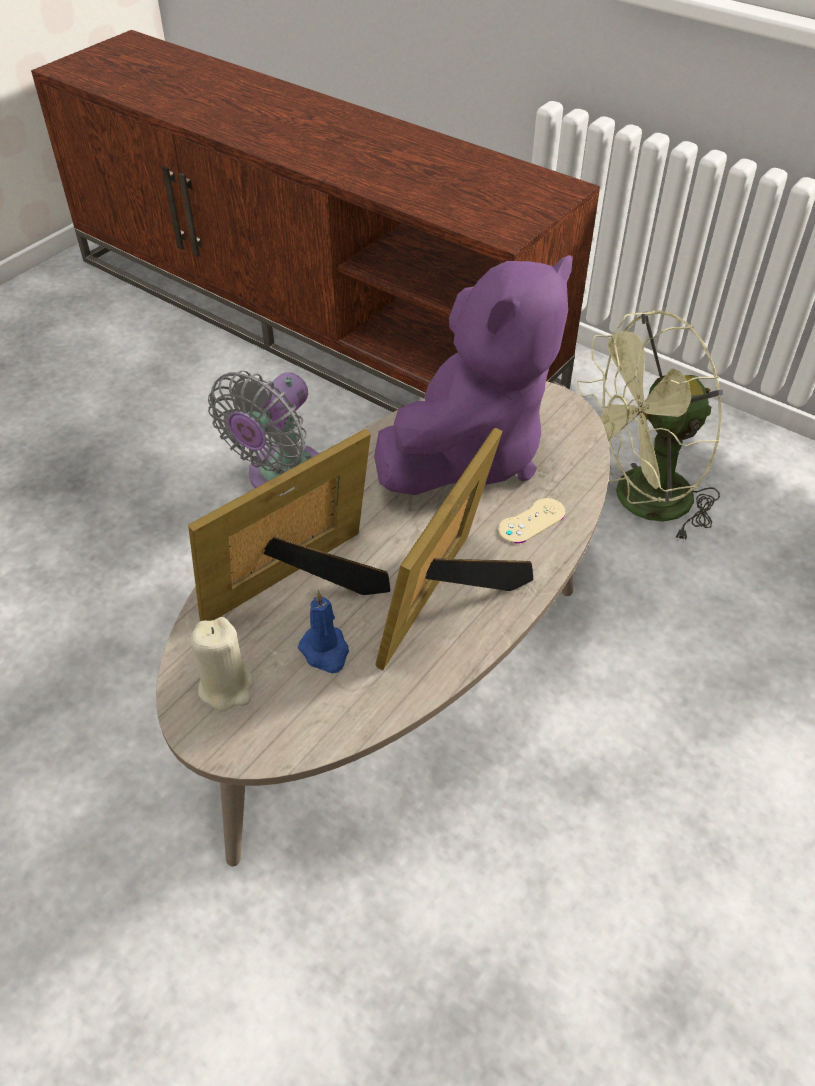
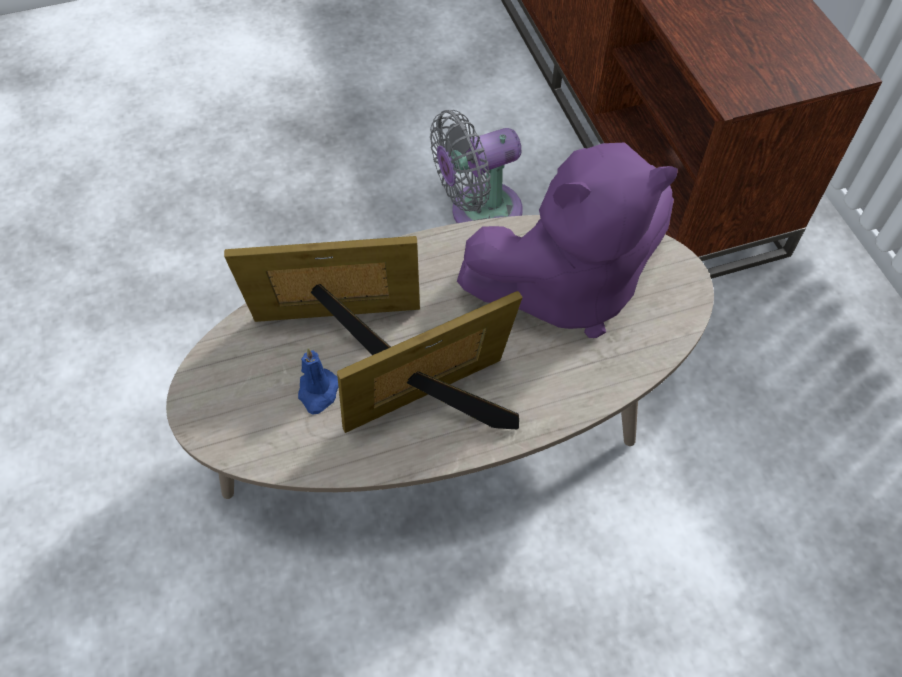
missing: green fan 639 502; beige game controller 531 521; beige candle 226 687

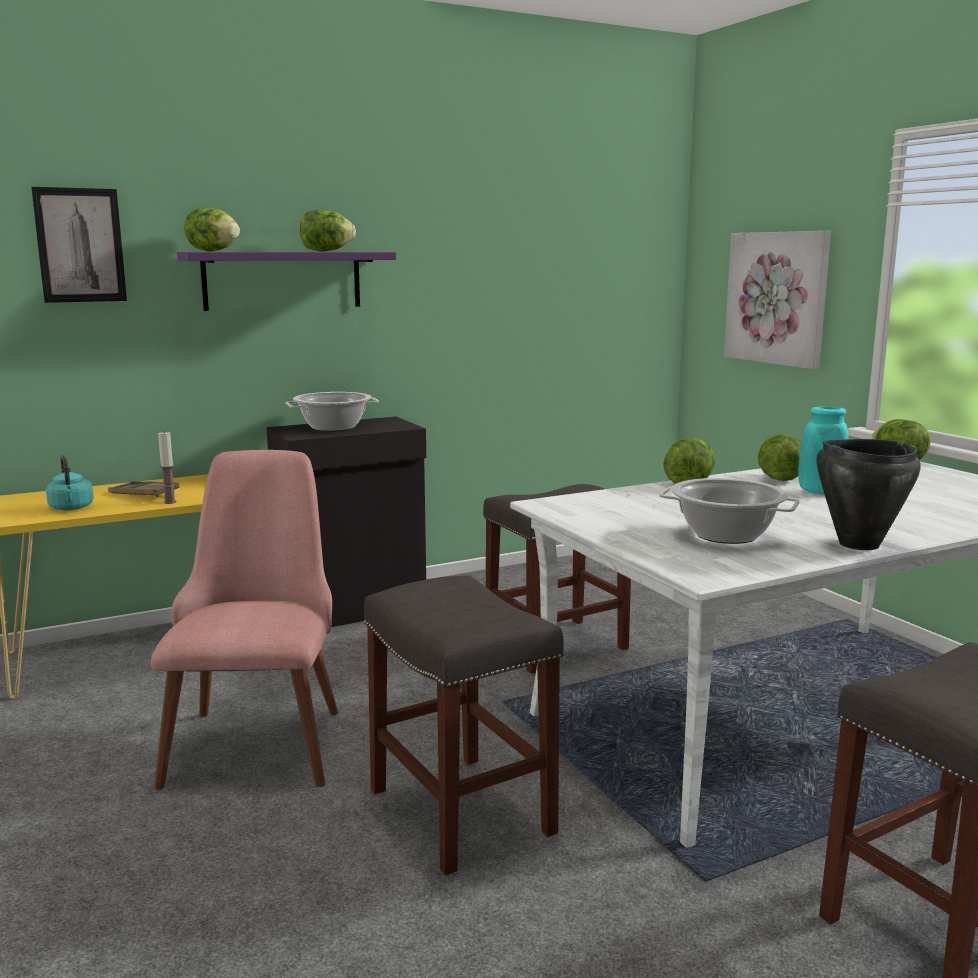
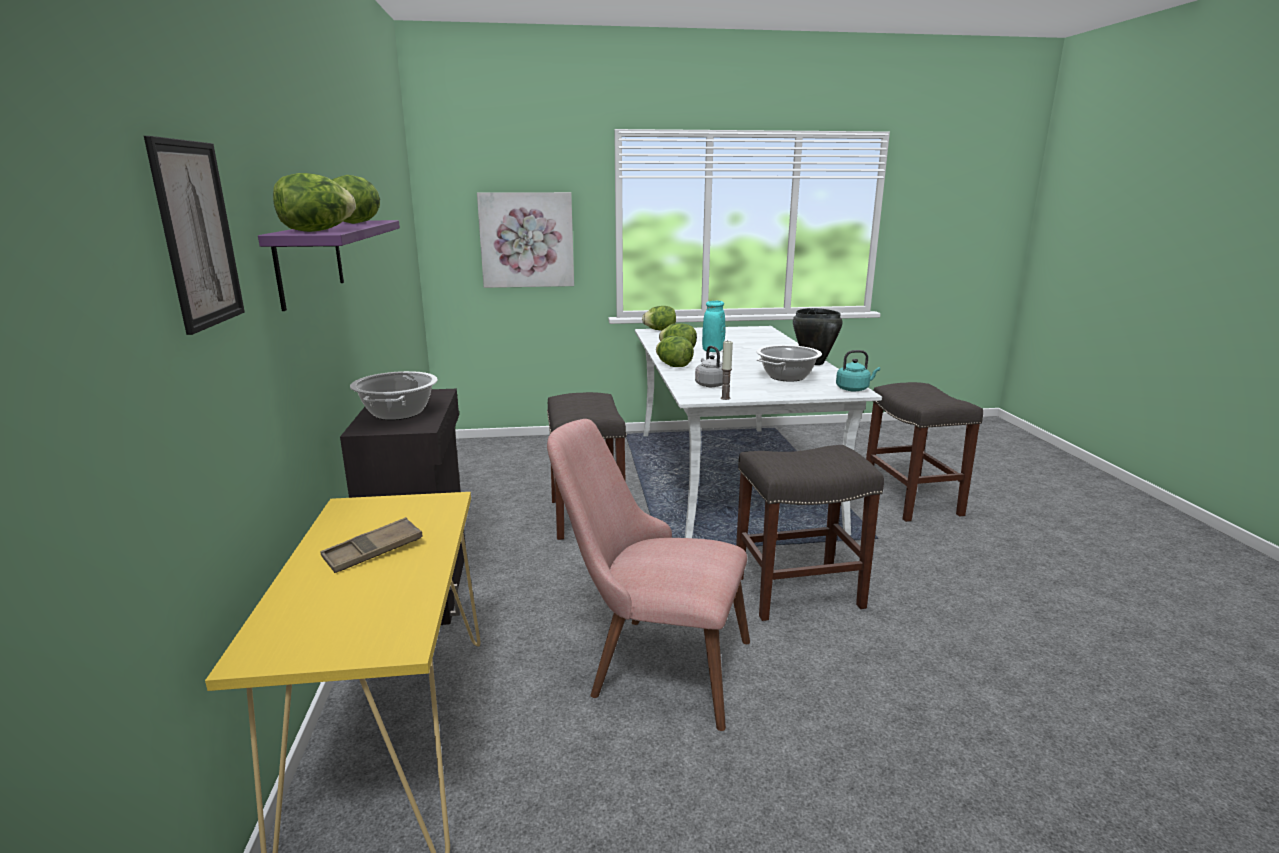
appeared: grey kettle 709 384
relocated: candle 170 502 to 725 398; turquoise kettle 71 508 to 854 389

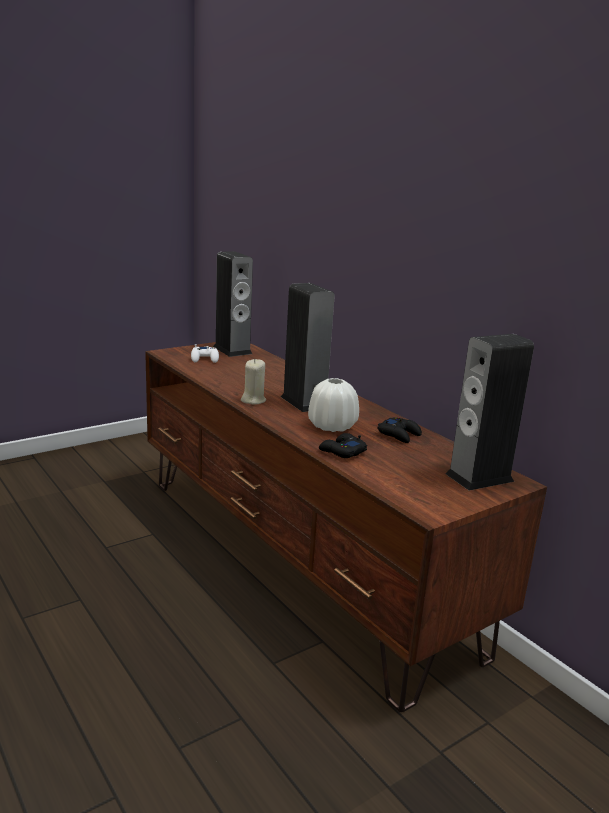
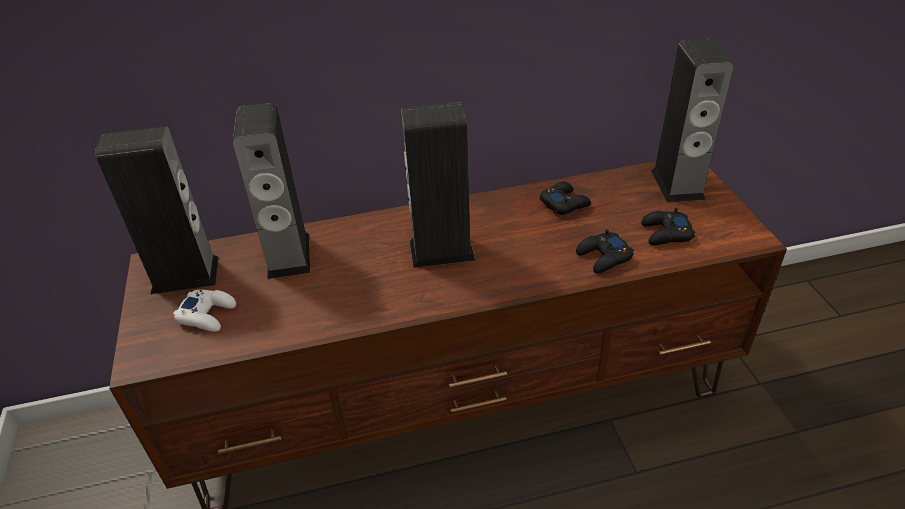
missing: beige candle 253 400; white vase 332 426
appeared: speaker 289 255; black game controller 665 233

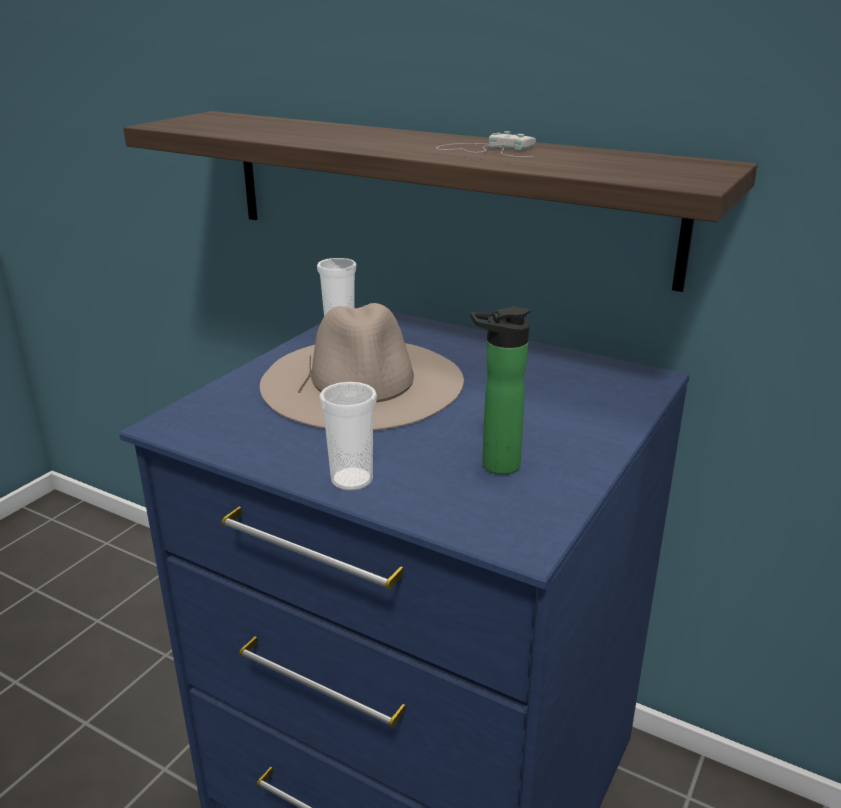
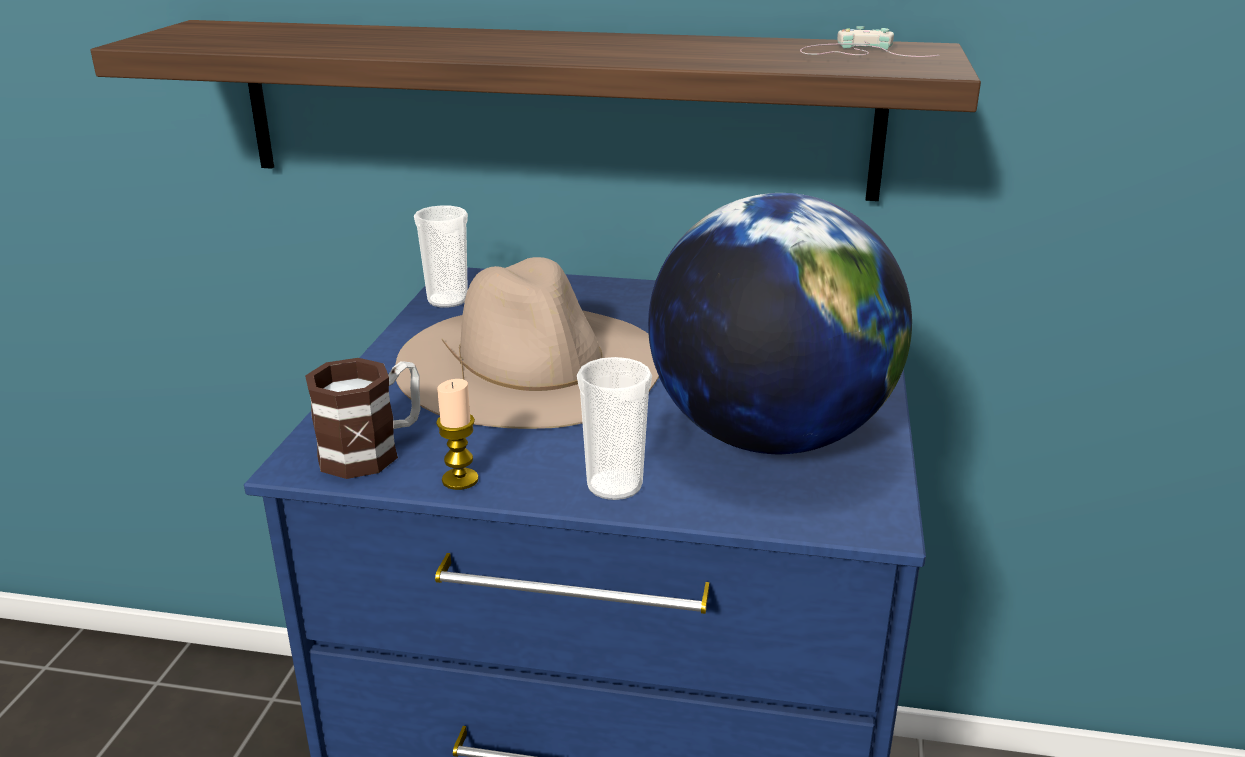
appeared: mug 373 450; candle 460 480
relocated: white game controller 488 152 to 856 54
exchanged: bottle 494 465 to globe 769 436

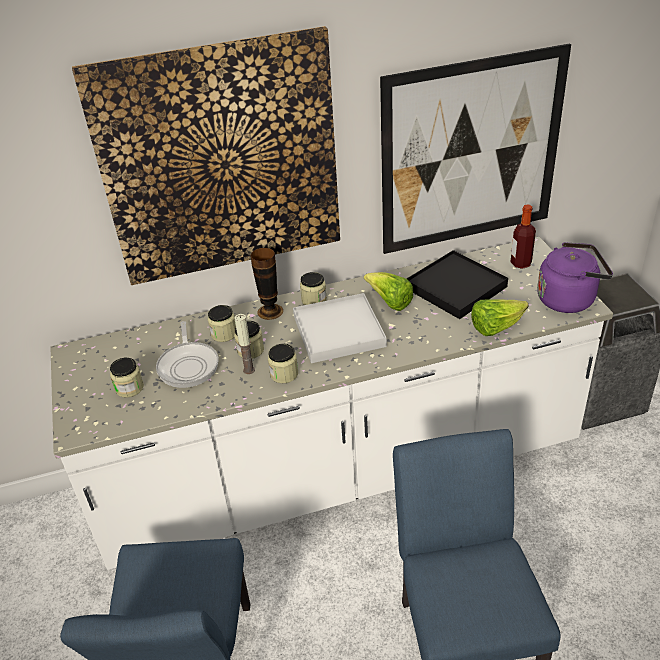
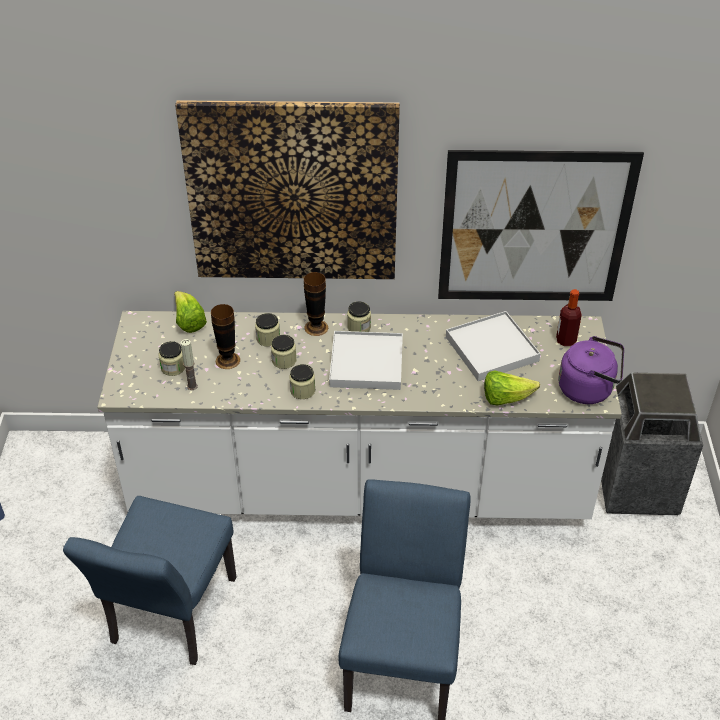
relocated: lettuce 389 302 to 189 322; candle 249 370 to 192 386
exchanged: frying pan 188 365 to vase 227 360
colour: black tray 455 287 to white tray 491 349

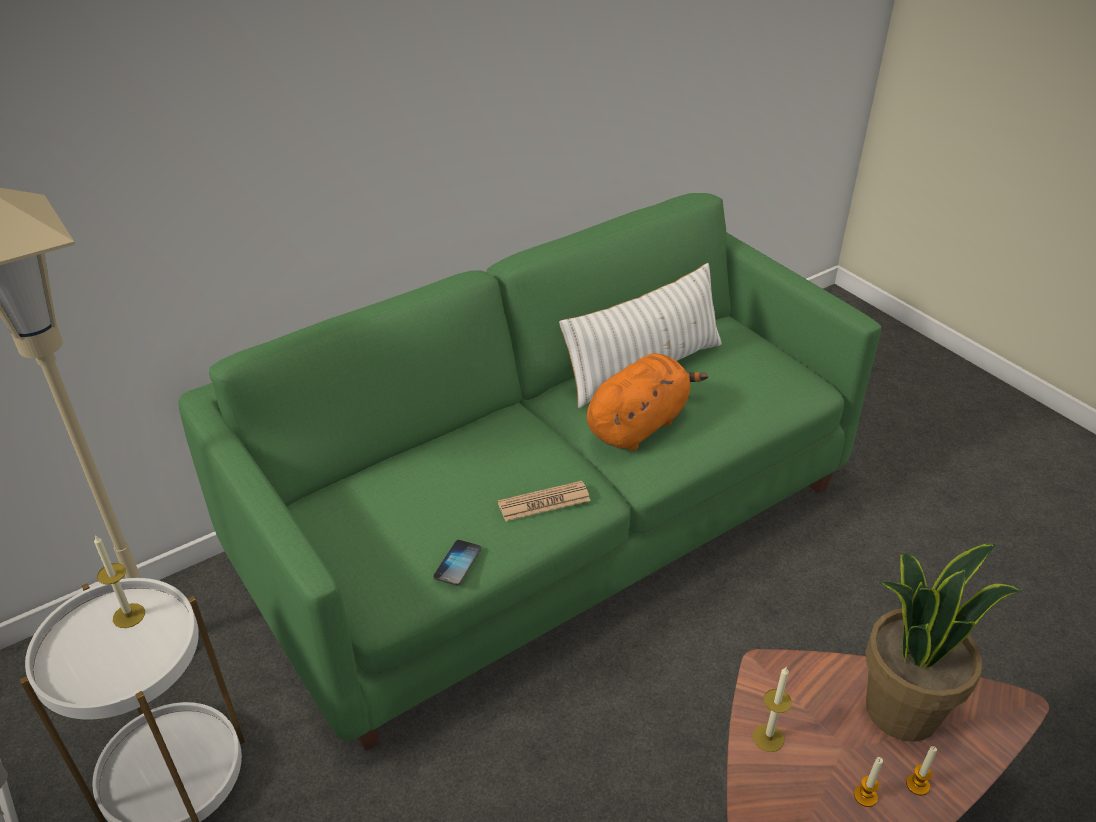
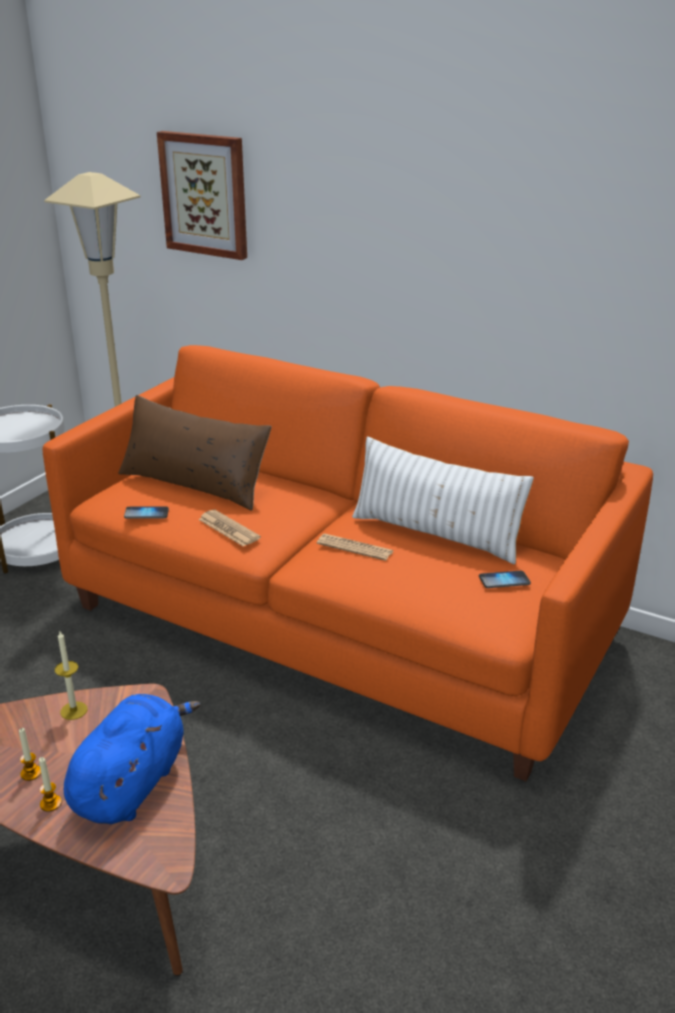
missing: candle 129 615
appeared: picture 205 194; brown pillow 194 483; phone 504 581
exchanged: orange plush toy 639 424 to newspaper 355 548; potted plant 901 709 to blue plush toy 132 783
colour: green sofa 548 522 to orange sofa 339 621

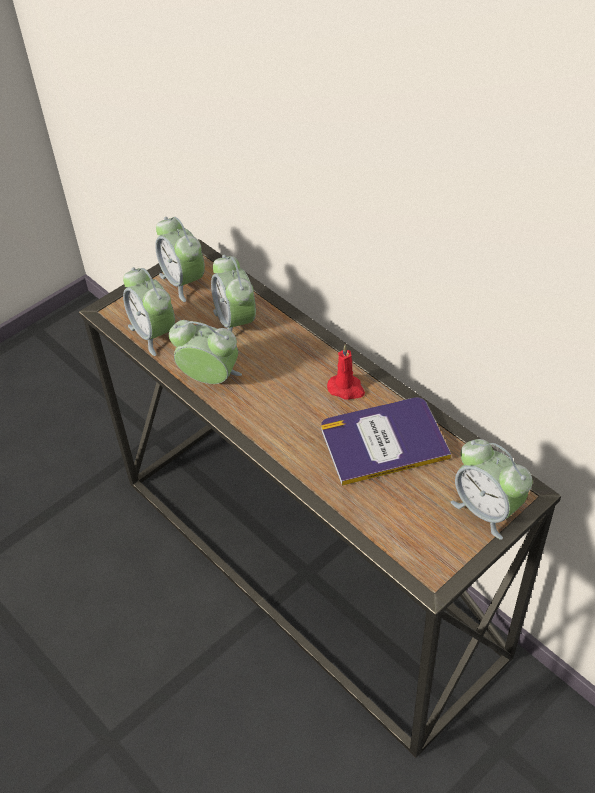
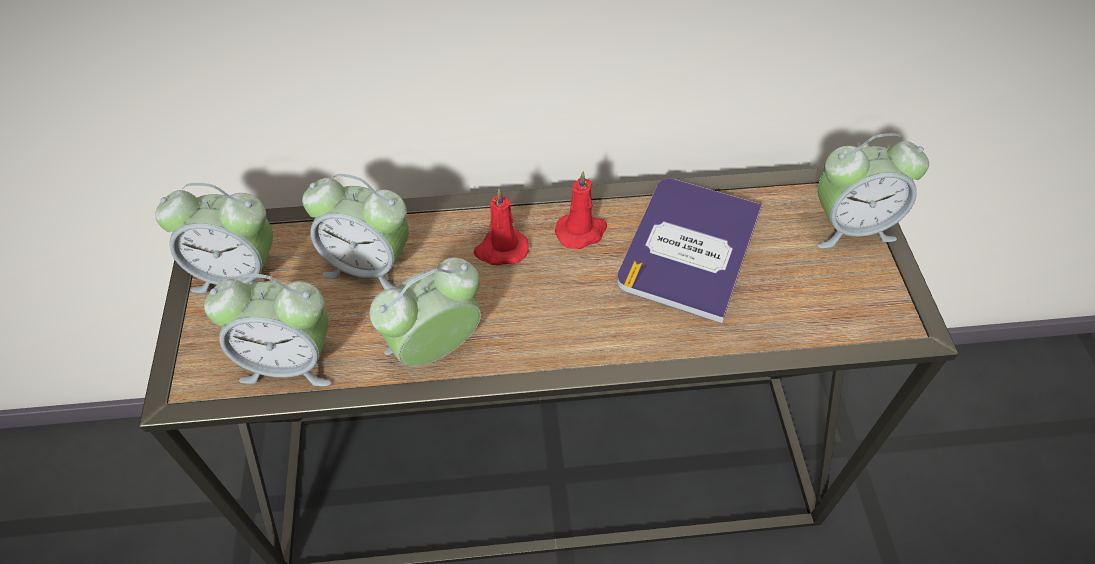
appeared: red candle 500 249

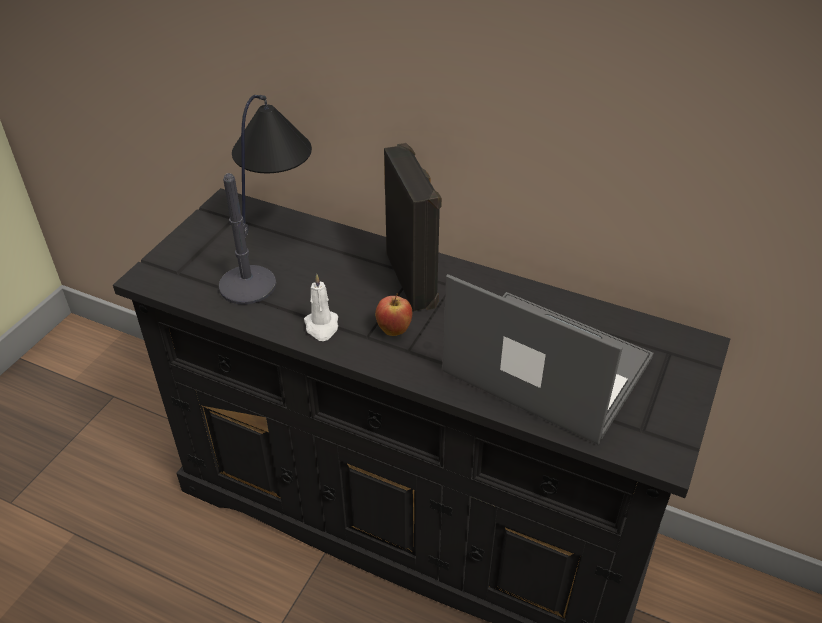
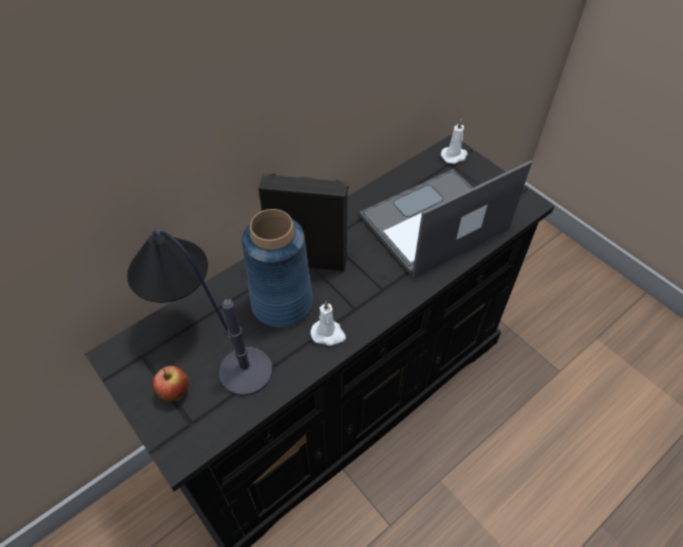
appeared: white candle 454 156; blue vase 282 303
relocated: apple 394 330 to 175 392

